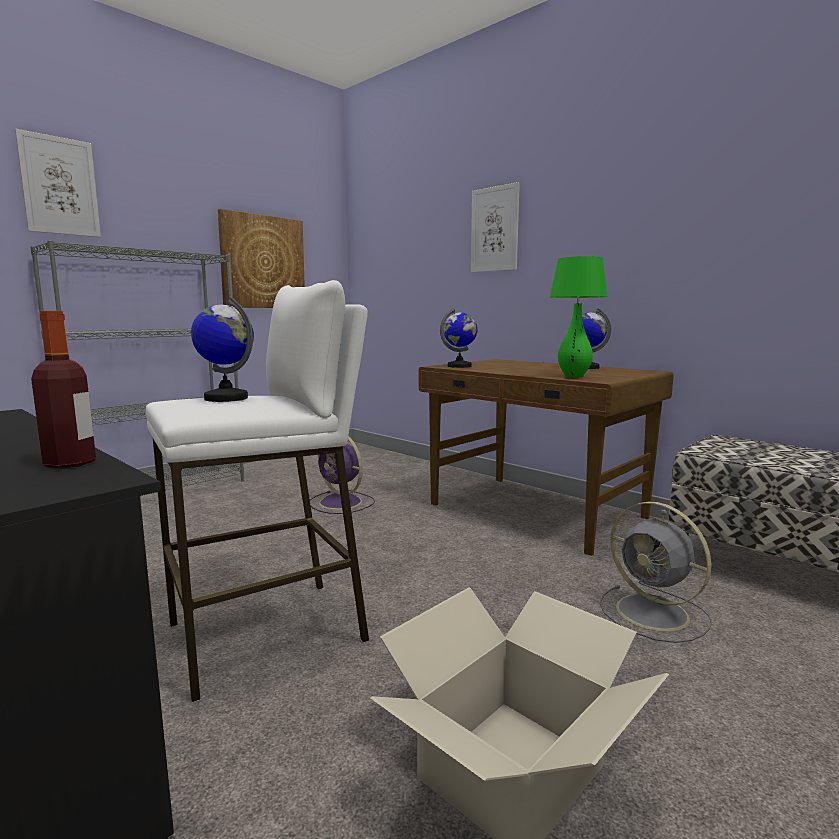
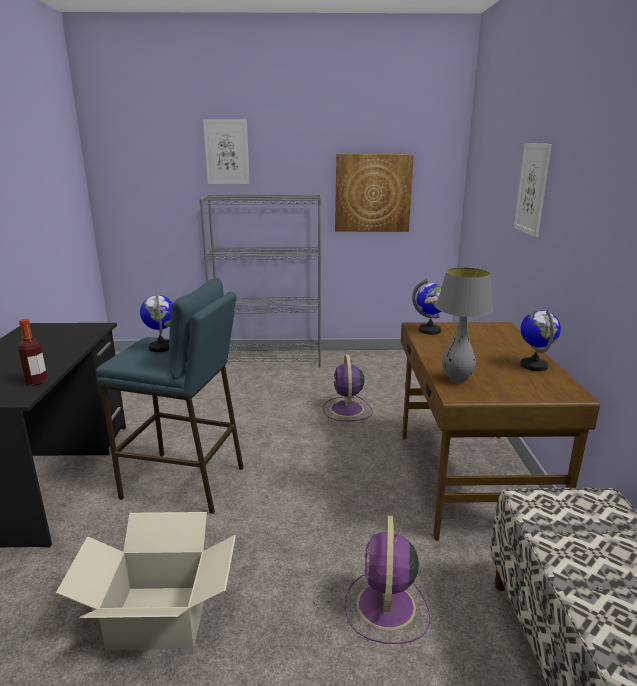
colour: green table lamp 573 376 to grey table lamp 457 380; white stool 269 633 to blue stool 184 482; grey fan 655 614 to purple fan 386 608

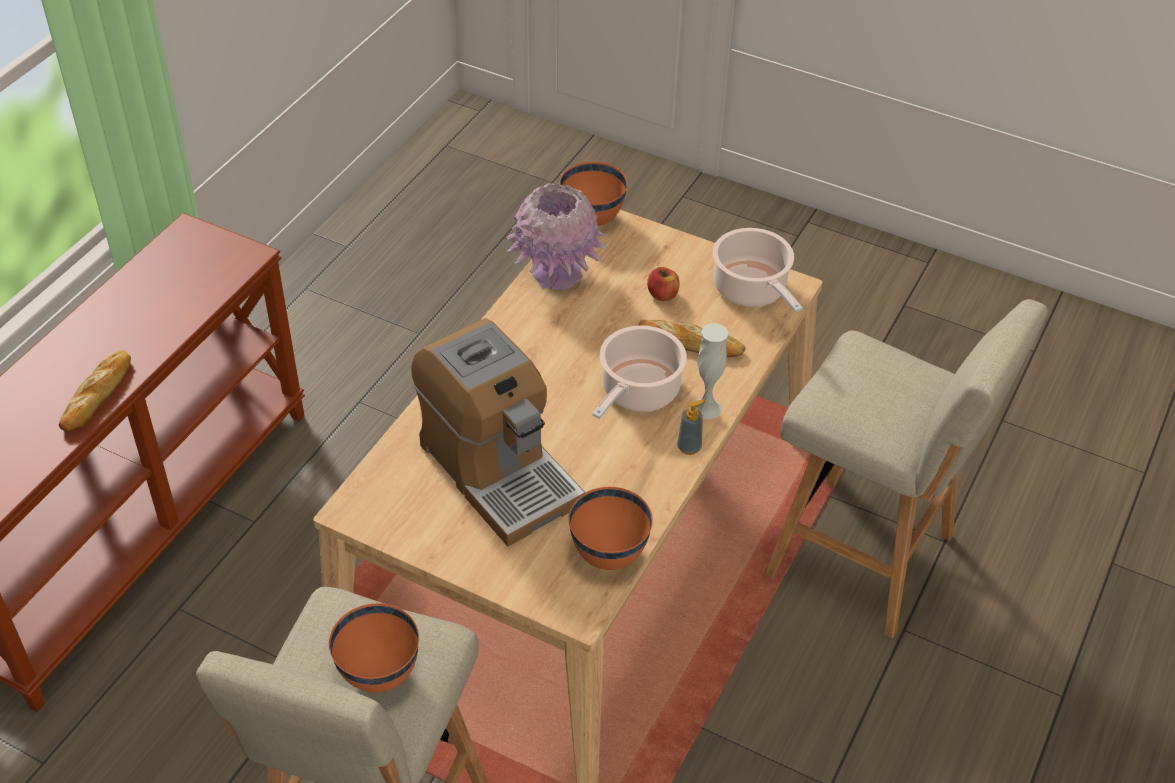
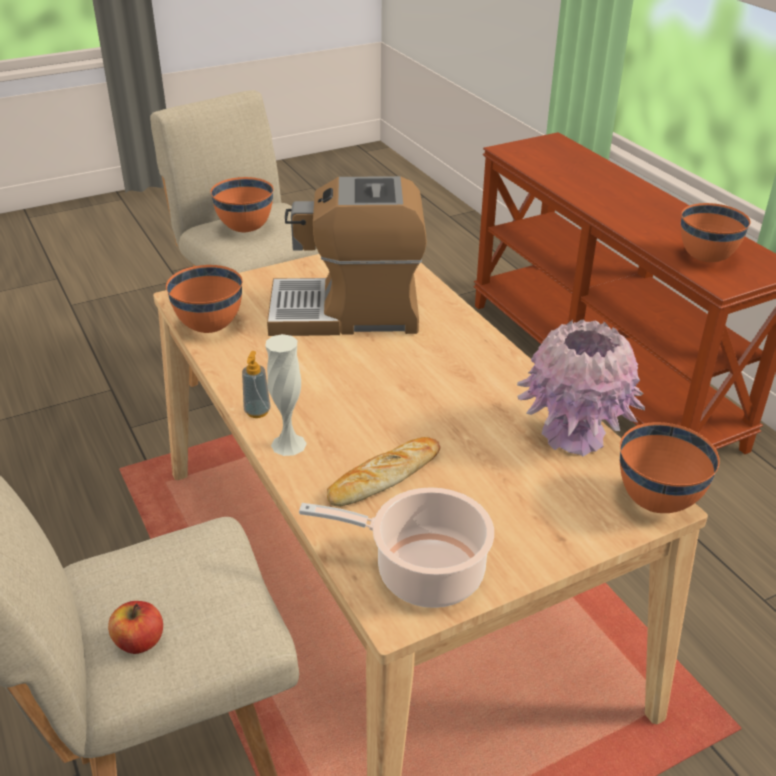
missing: cooking pot 638 392; bread 98 395
appeared: orange bowl 706 258
relocated: apple 662 295 to 139 641

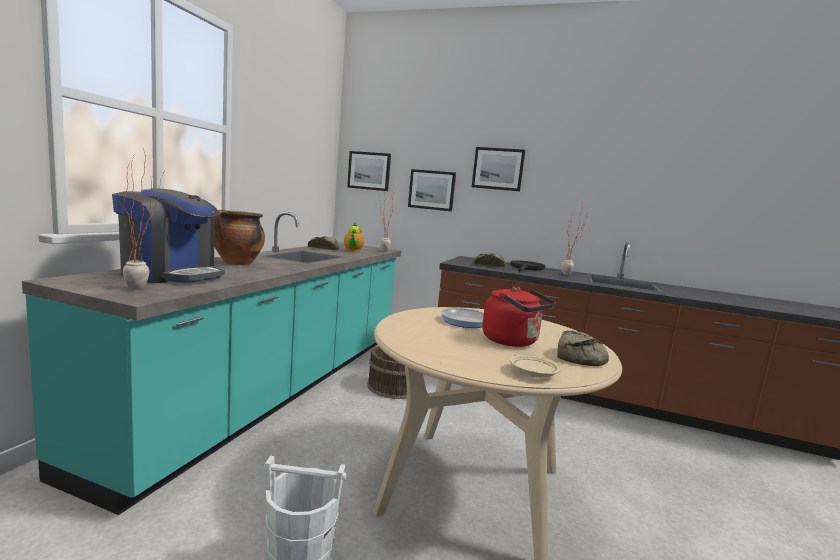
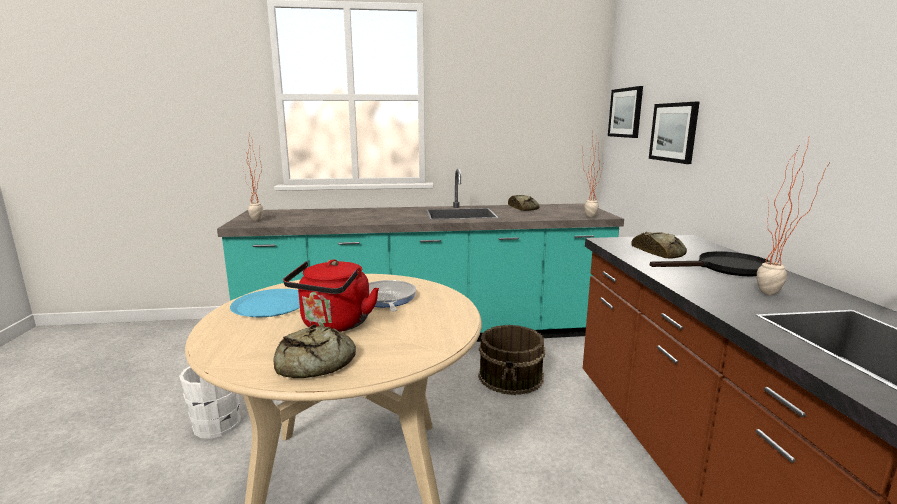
missing: picture 498 169; coffee machine 171 275; cooking pot 237 263; teapot 353 250; beige plate 532 373
appeared: blue plate 271 304

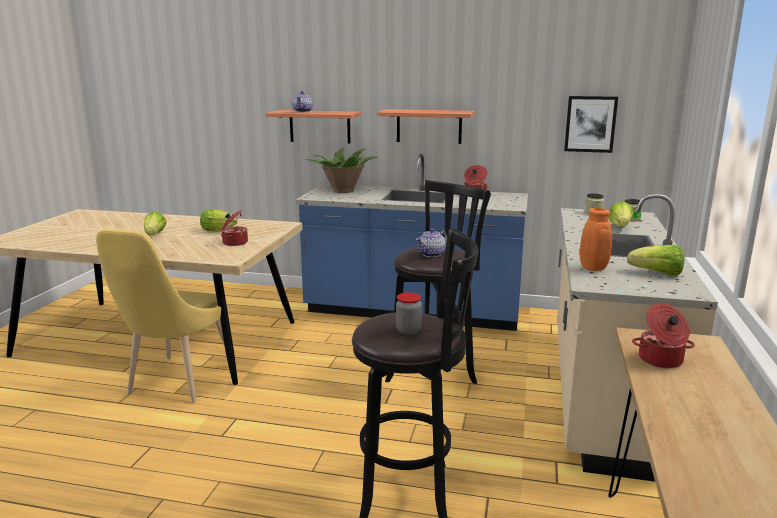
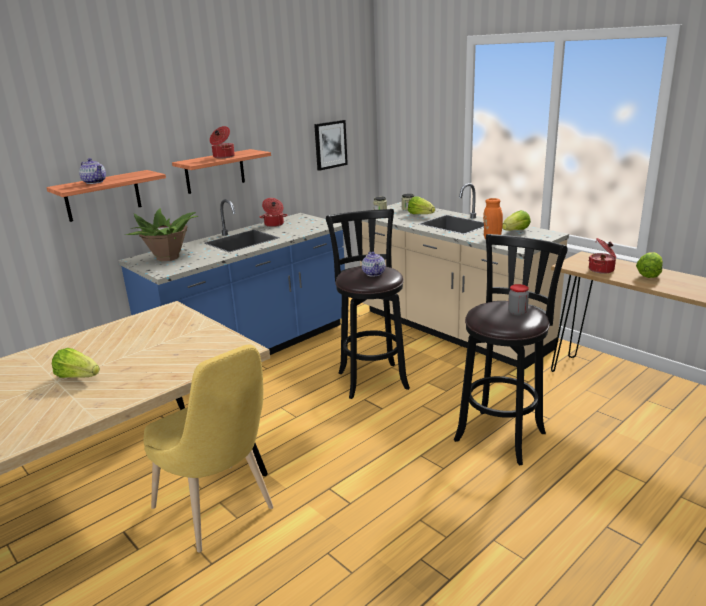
relocated: lettuce 217 230 to 648 275; cooking pot 234 242 to 223 157

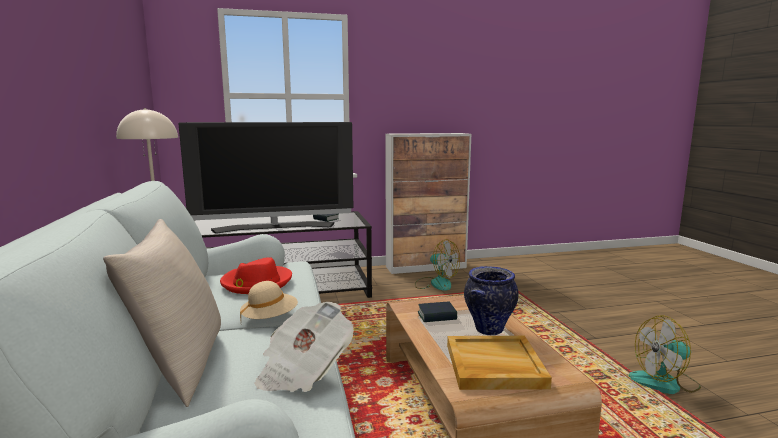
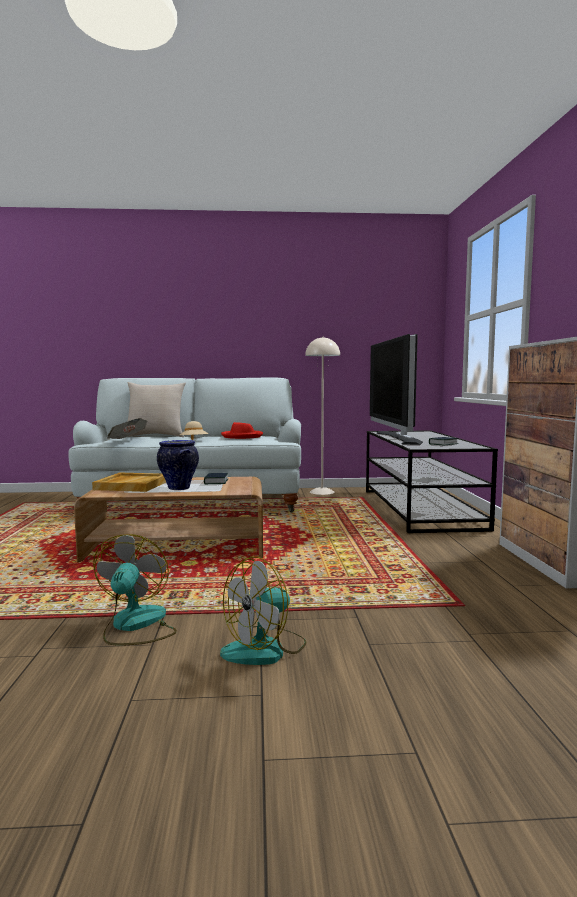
relocated: fan 435 283 to 265 649

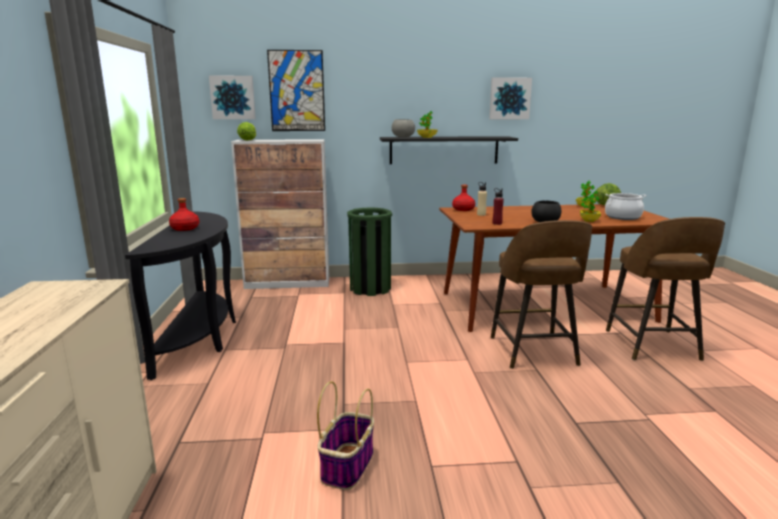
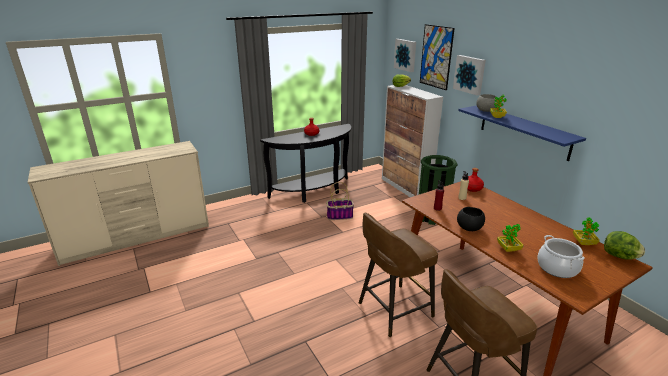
relocated: picture 509 98 to 470 74; basket 347 465 to 340 216
colour: black shelf 444 150 to blue shelf 523 131

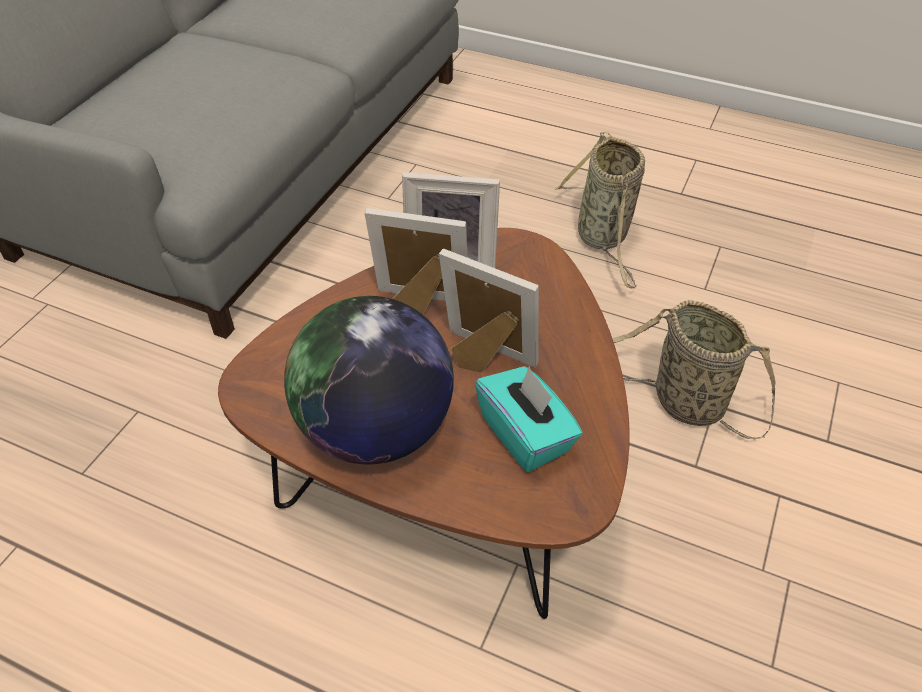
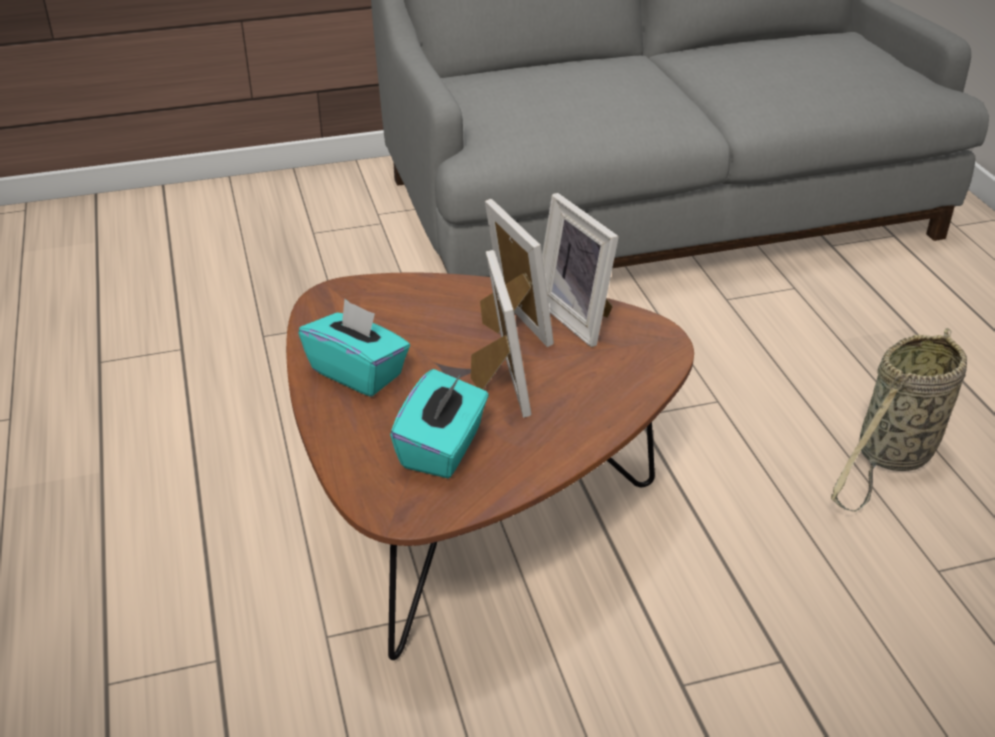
missing: basket 682 402
exchanged: globe 375 430 to turquoise tissue box 358 372

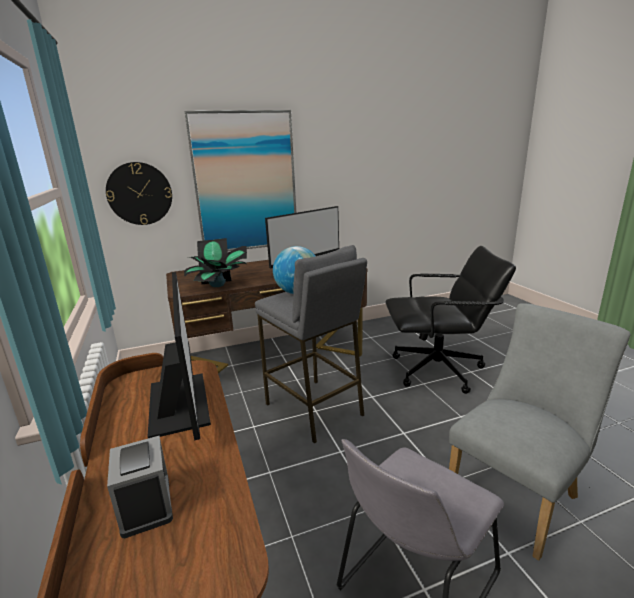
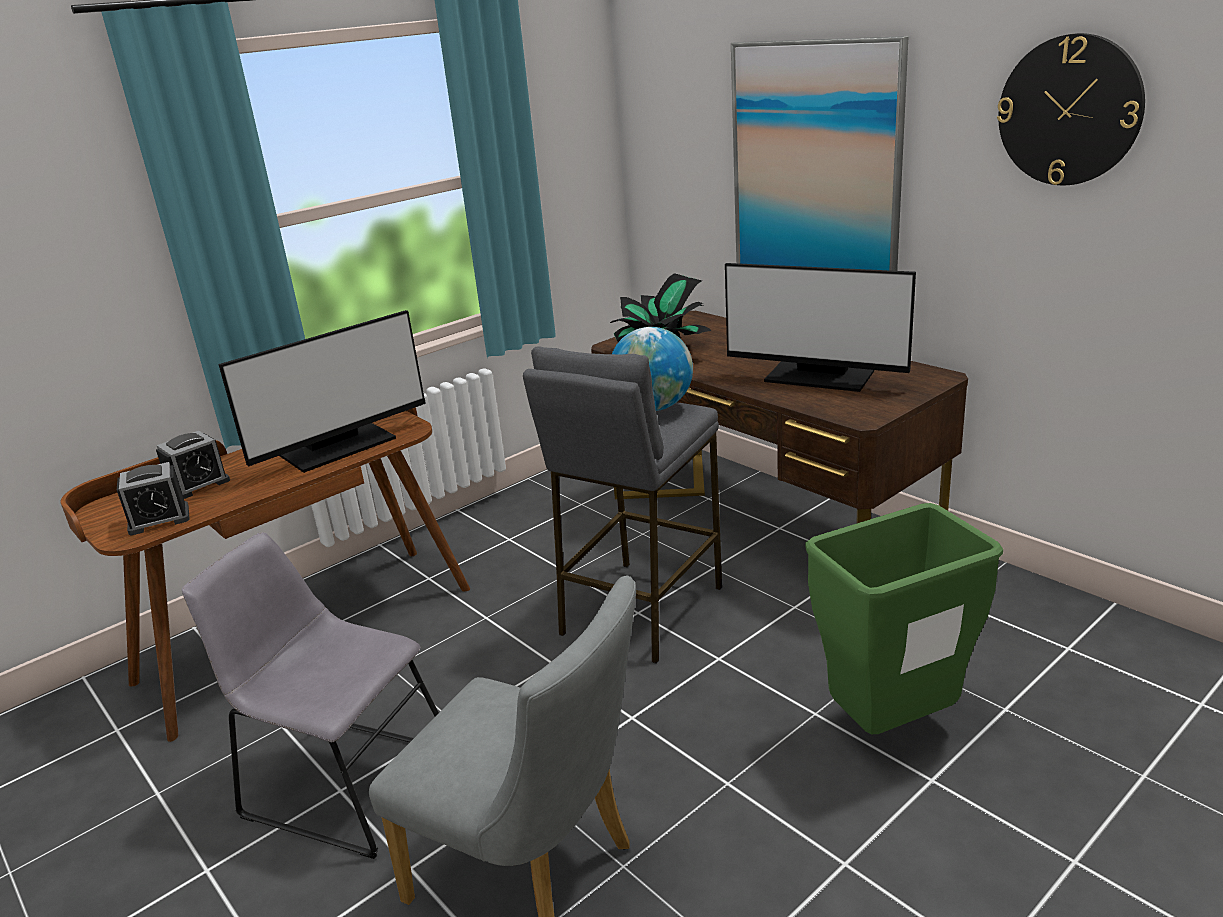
appeared: alarm clock 159 519
relocated: wall clock 139 194 to 1069 111
exchanged: black office chair 438 370 to green trash can 890 726

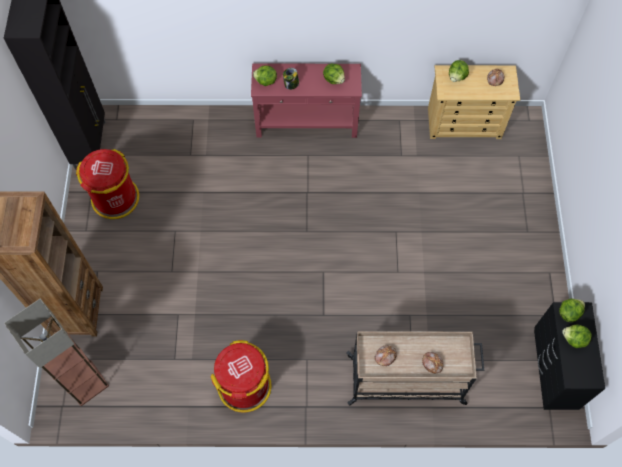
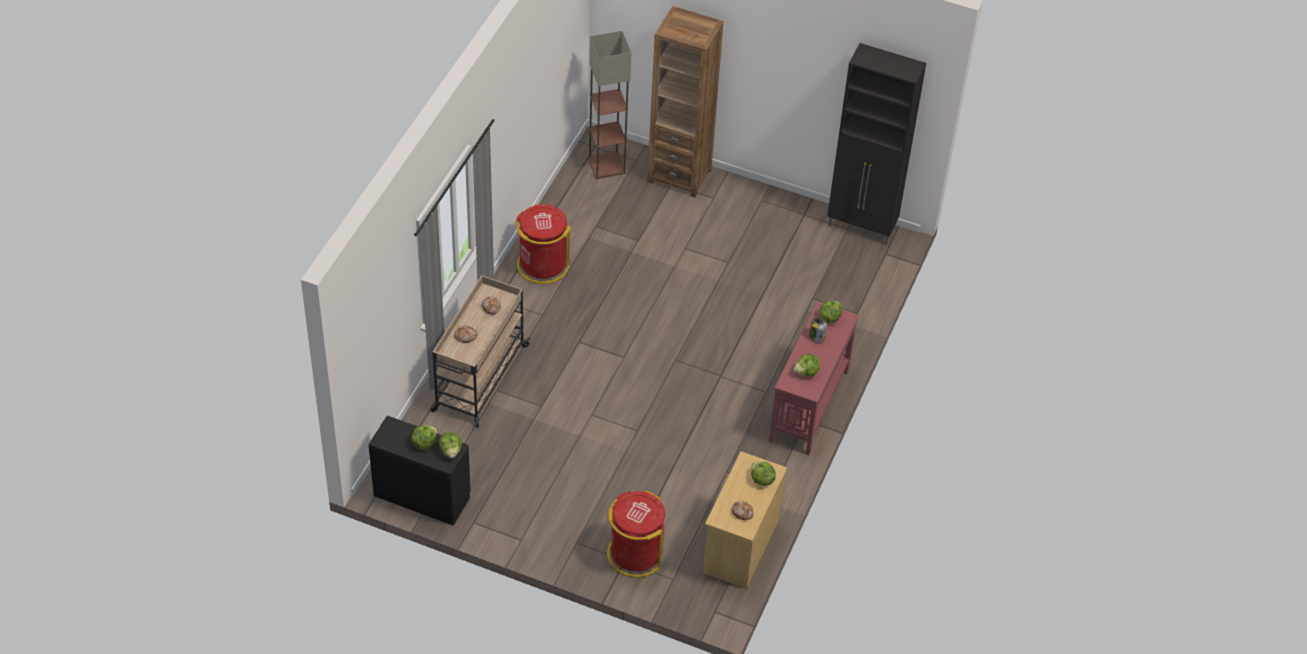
relocated: red trash can 115 198 to 635 553

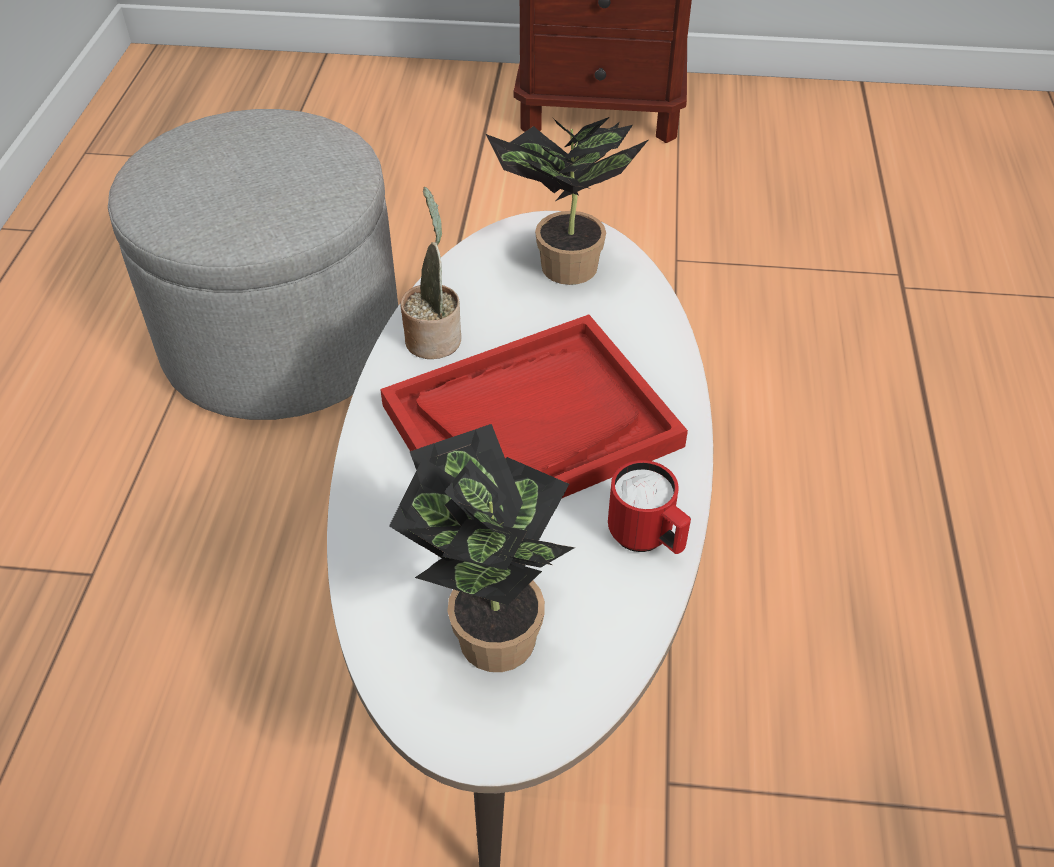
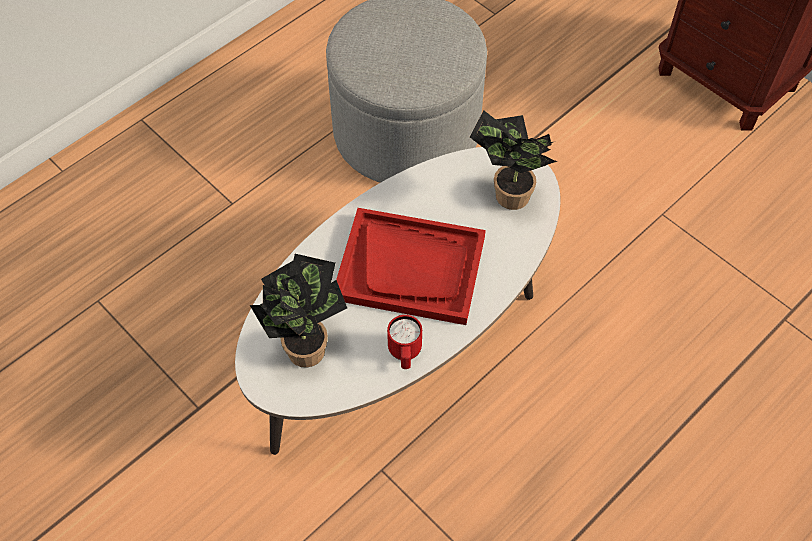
missing: potted plant 434 337

